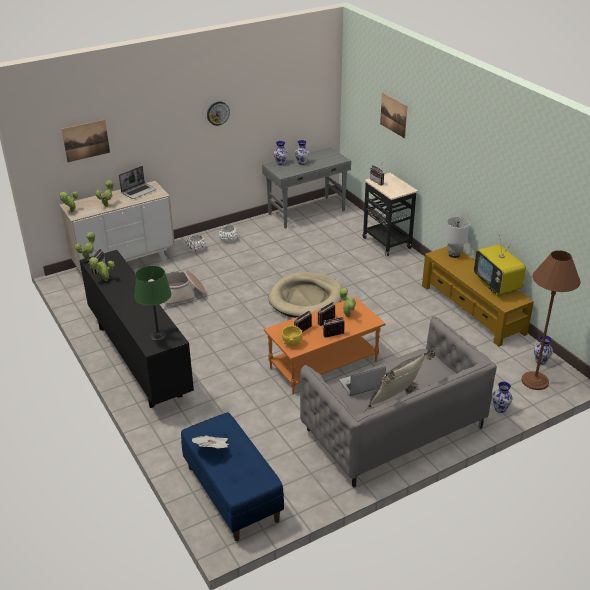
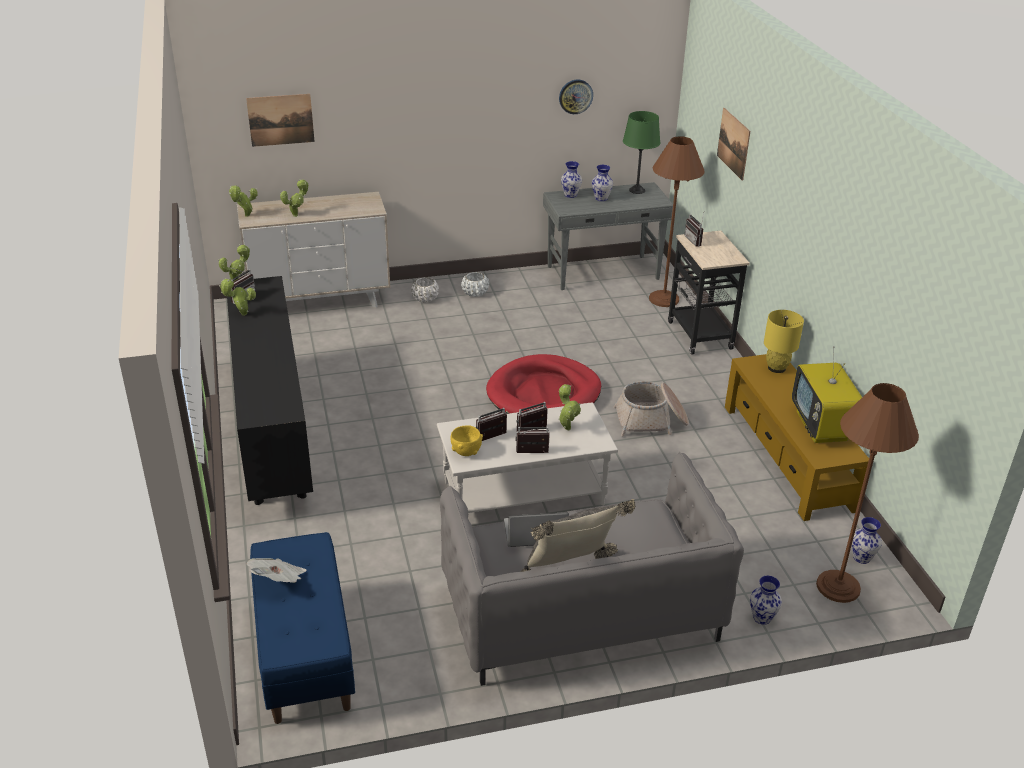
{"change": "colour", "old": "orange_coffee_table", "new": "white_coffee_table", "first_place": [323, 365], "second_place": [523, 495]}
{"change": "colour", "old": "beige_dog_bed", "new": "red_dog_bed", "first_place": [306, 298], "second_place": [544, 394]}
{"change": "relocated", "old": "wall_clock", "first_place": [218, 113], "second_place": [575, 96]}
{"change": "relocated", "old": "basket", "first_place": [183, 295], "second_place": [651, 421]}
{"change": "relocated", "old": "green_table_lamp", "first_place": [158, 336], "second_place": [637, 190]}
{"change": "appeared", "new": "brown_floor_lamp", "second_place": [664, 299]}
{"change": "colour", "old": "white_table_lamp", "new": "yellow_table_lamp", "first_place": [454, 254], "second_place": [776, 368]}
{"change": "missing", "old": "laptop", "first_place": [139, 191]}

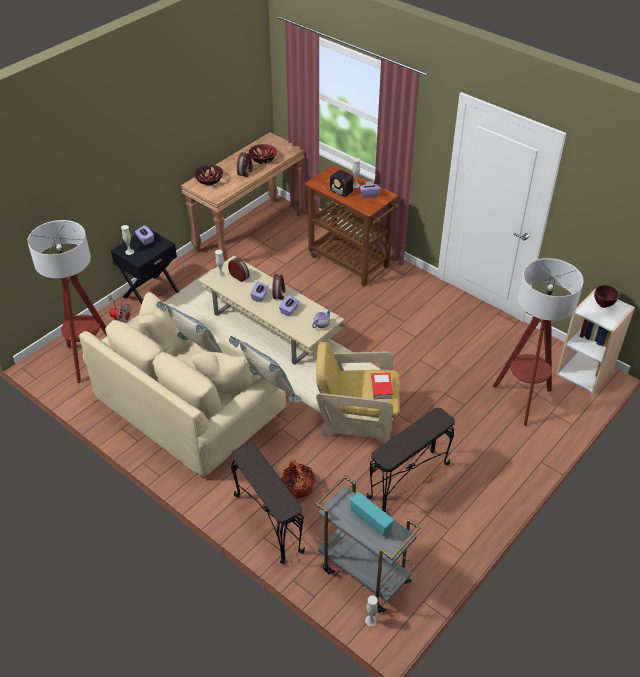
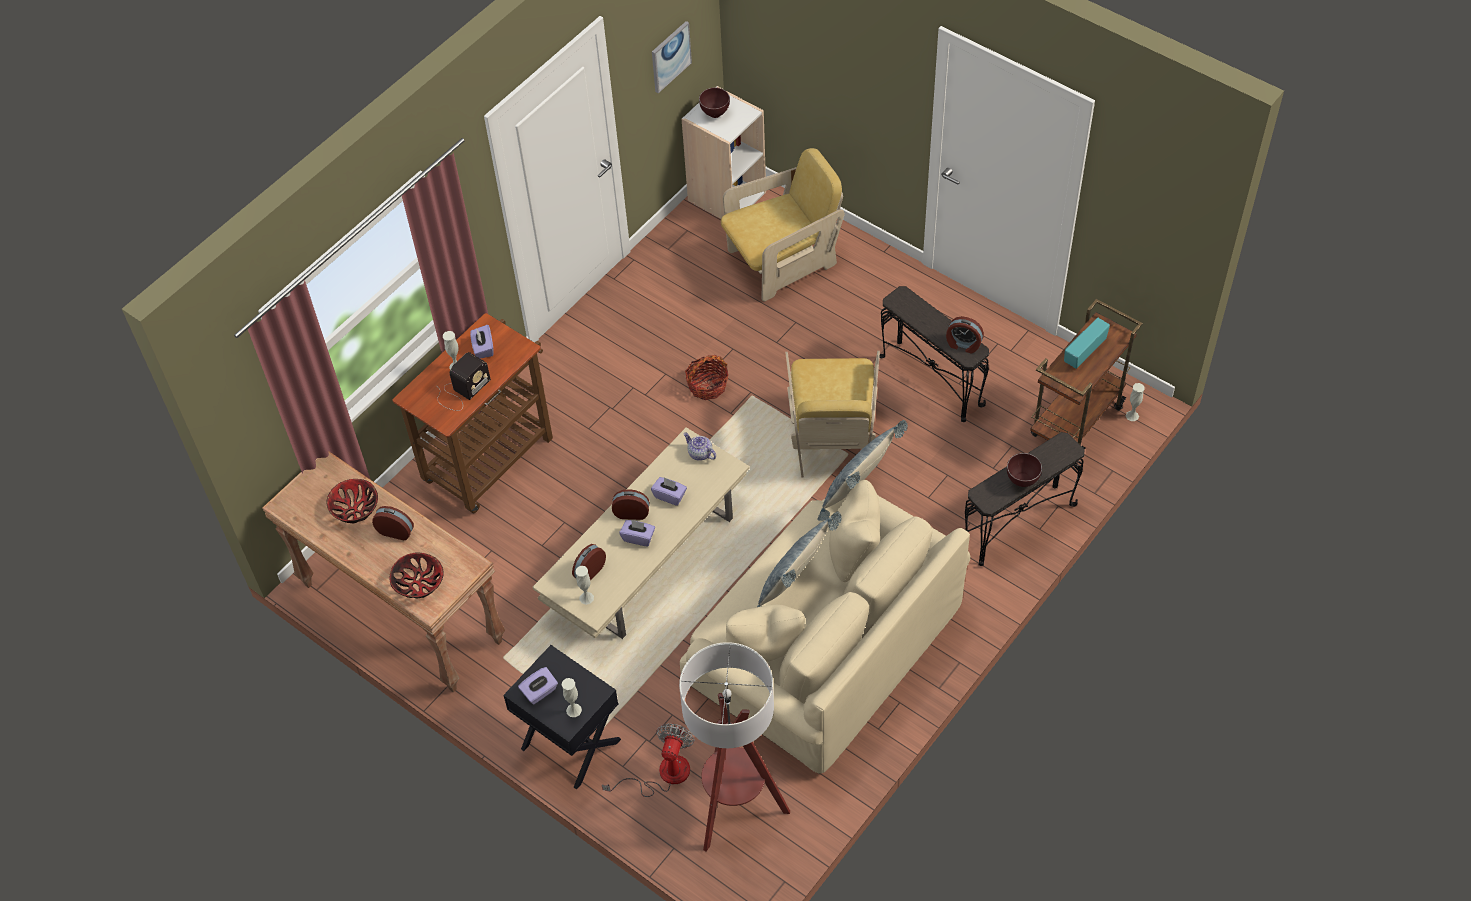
{"change": "appeared", "new": "picture", "second_place": [670, 56]}
{"change": "relocated", "old": "basket", "first_place": [298, 486], "second_place": [707, 386]}
{"change": "exchanged", "old": "floor_lamp", "new": "yellow_armchair", "first_place": [522, 400], "second_place": [782, 262]}
{"change": "appeared", "new": "alarm_clock", "second_place": [963, 344]}
{"change": "appeared", "new": "brown_bowl", "second_place": [1022, 480]}
{"change": "colour", "old": "grey_cart", "new": "brown_cart", "first_place": [363, 574], "second_place": [1074, 424]}
{"change": "missing", "old": "book", "first_place": [381, 388]}

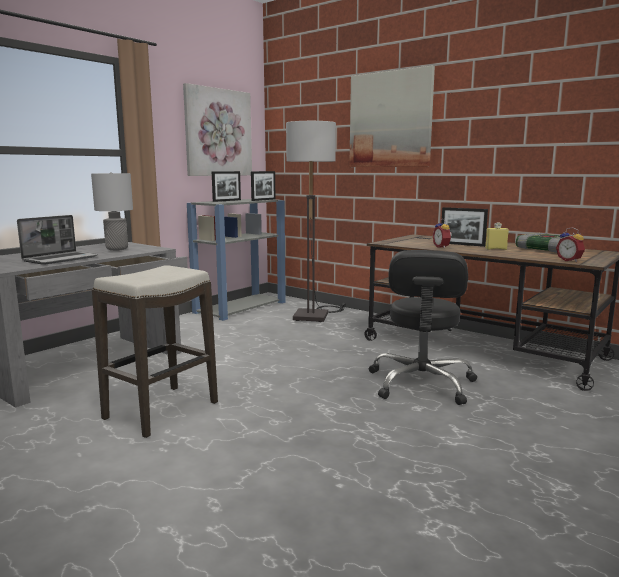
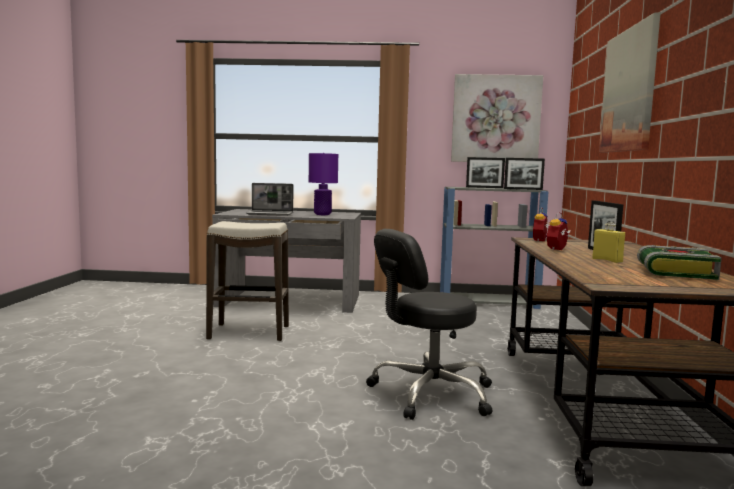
{"change": "colour", "old": "grey_table_lamp", "new": "purple_table_lamp", "first_place": [116, 250], "second_place": [322, 215]}
{"change": "relocated", "old": "alarm_clock", "first_place": [570, 260], "second_place": [541, 241]}
{"change": "missing", "old": "floor_lamp", "first_place": [317, 315]}

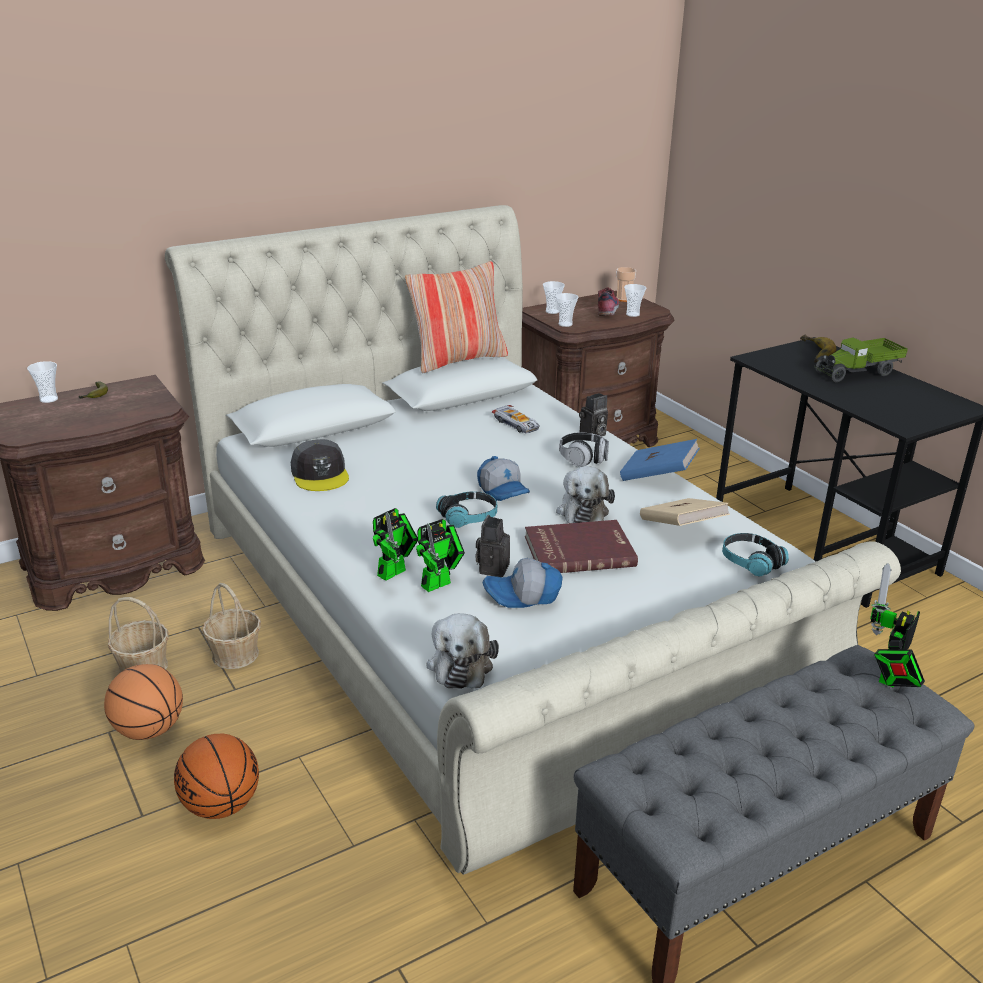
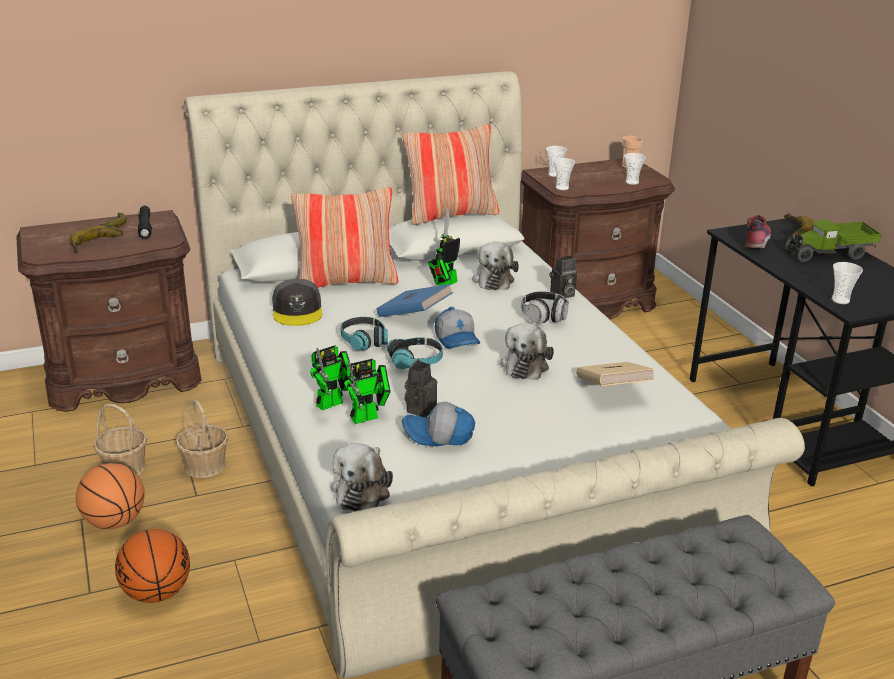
{"change": "appeared", "new": "banana", "second_place": [98, 243]}
{"change": "appeared", "new": "black_flashlight", "second_place": [145, 227]}
{"change": "appeared", "new": "pillow", "second_place": [346, 281]}
{"change": "relocated", "old": "headphones", "first_place": [751, 562], "second_place": [364, 341]}
{"change": "relocated", "old": "blue_book", "first_place": [658, 476], "second_place": [414, 316]}
{"change": "relocated", "old": "toy_robot", "first_place": [888, 679], "second_place": [444, 284]}
{"change": "exchanged", "old": "toy_car", "new": "plush_toy", "first_place": [516, 424], "second_place": [493, 279]}
{"change": "relocated", "old": "shoe", "first_place": [607, 310], "second_place": [757, 240]}
{"change": "relocated", "old": "cup", "first_place": [49, 399], "second_place": [840, 300]}
{"change": "missing", "old": "red_book", "first_place": [579, 550]}

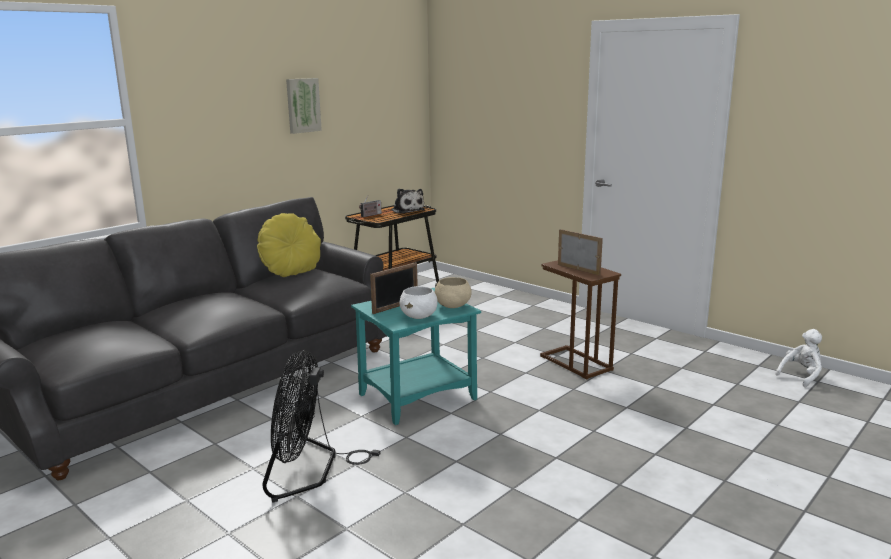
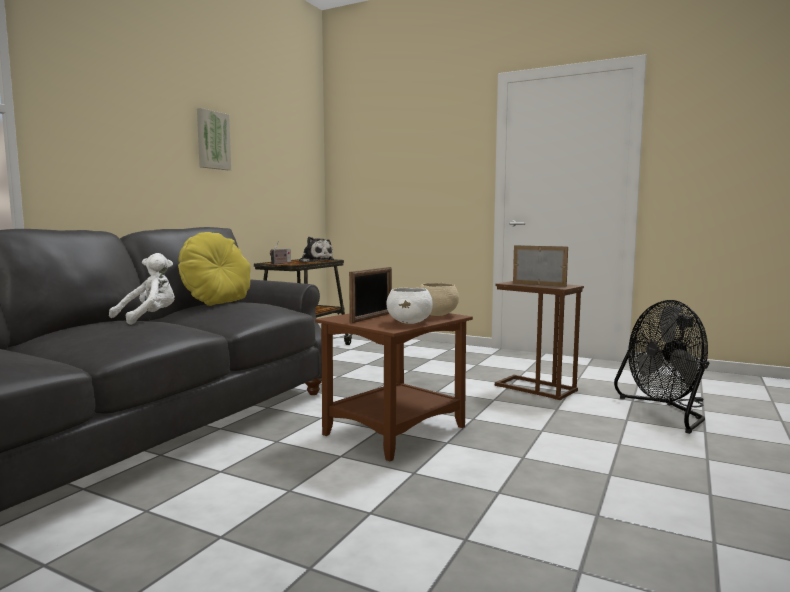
{"change": "relocated", "old": "white_plush_toy", "first_place": [801, 376], "second_place": [149, 318]}
{"change": "colour", "old": "turquoise_side_table", "new": "brown_side_table", "first_place": [416, 396], "second_place": [393, 430]}
{"change": "relocated", "old": "black_fan", "first_place": [313, 466], "second_place": [668, 411]}

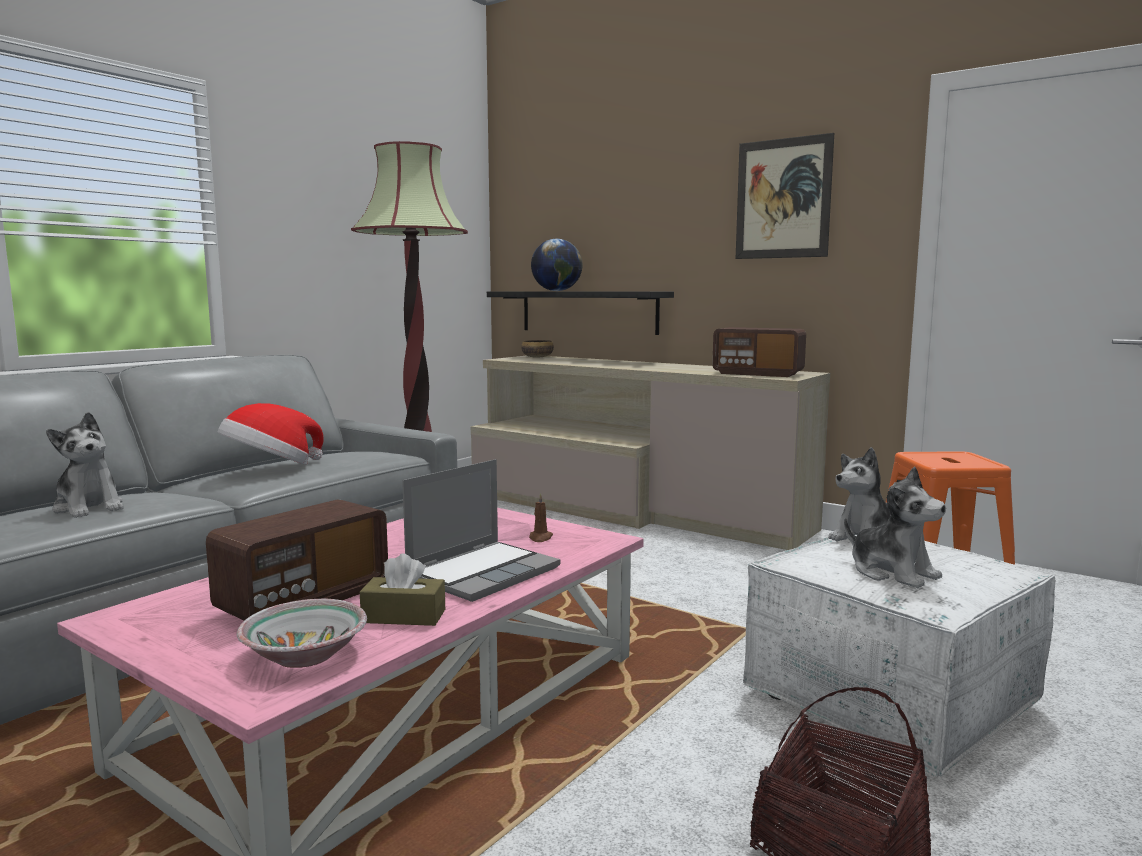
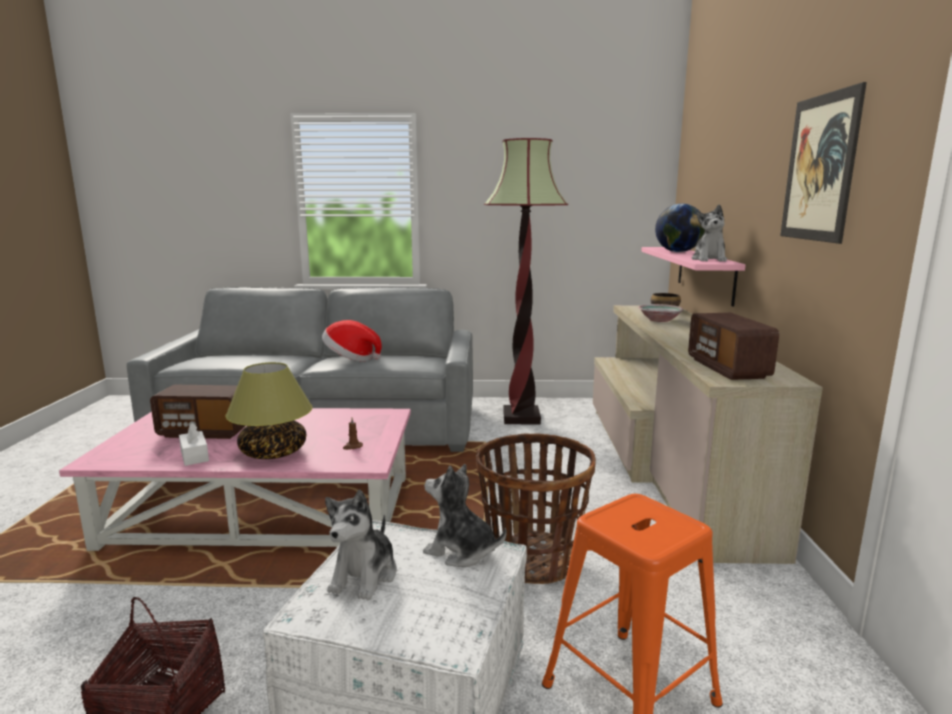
{"change": "colour", "old": "brown_tissue_box", "new": "white_tissue_box", "first_place": [404, 616], "second_place": [194, 456]}
{"change": "exchanged", "old": "laptop", "new": "table_lamp", "first_place": [483, 572], "second_place": [274, 452]}
{"change": "appeared", "new": "basket", "second_place": [532, 559]}
{"change": "relocated", "old": "bowl", "first_place": [306, 655], "second_place": [660, 320]}
{"change": "colour", "old": "black_shelf", "new": "pink_shelf", "first_place": [588, 312], "second_place": [705, 273]}
{"change": "relocated", "old": "plush_toy", "first_place": [89, 507], "second_place": [709, 259]}

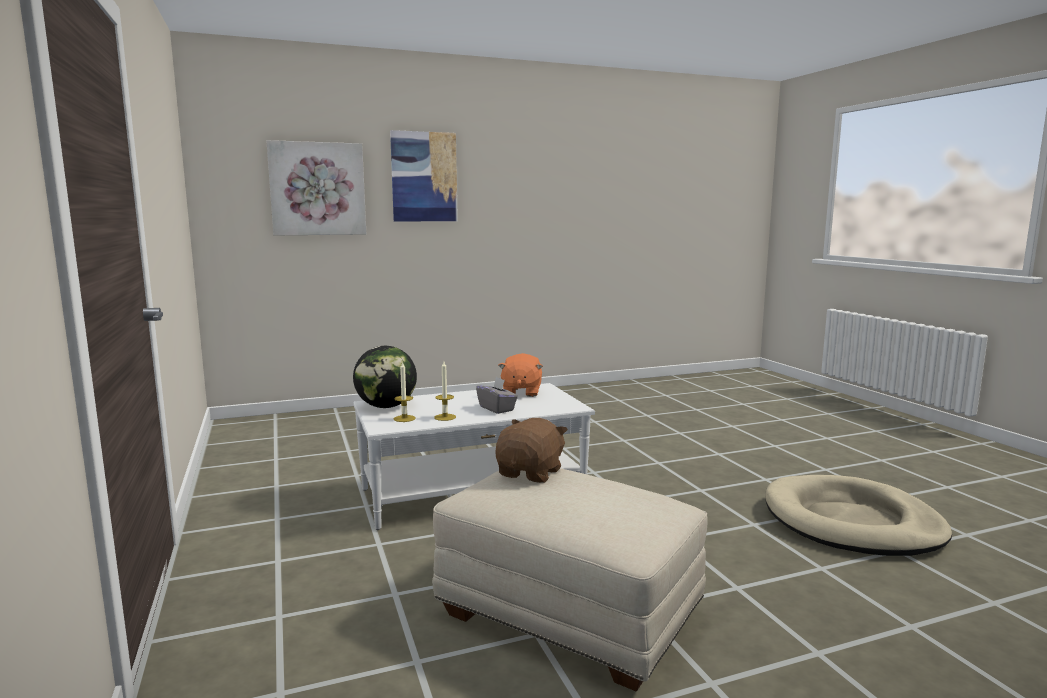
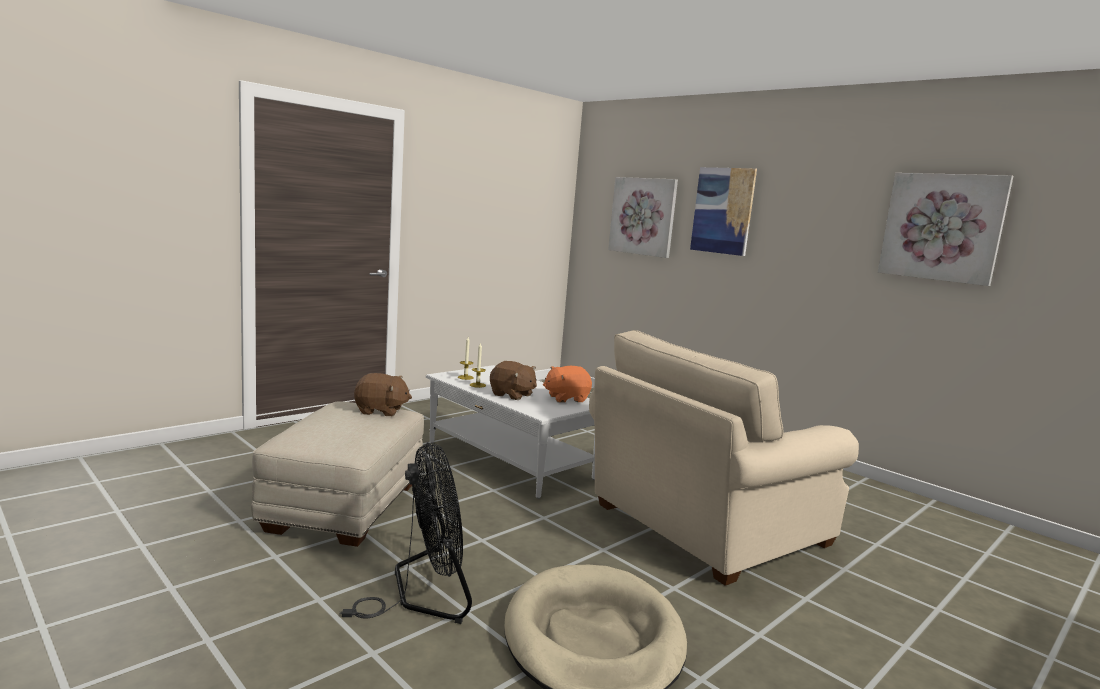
{"change": "appeared", "new": "black_fan", "second_place": [420, 589]}
{"change": "exchanged", "old": "grey_tissue_box", "new": "brown_plush_toy", "first_place": [497, 408], "second_place": [512, 395]}
{"change": "appeared", "new": "beige_armchair", "second_place": [705, 526]}
{"change": "appeared", "new": "picture", "second_place": [942, 227]}
{"change": "missing", "old": "globe", "first_place": [386, 406]}

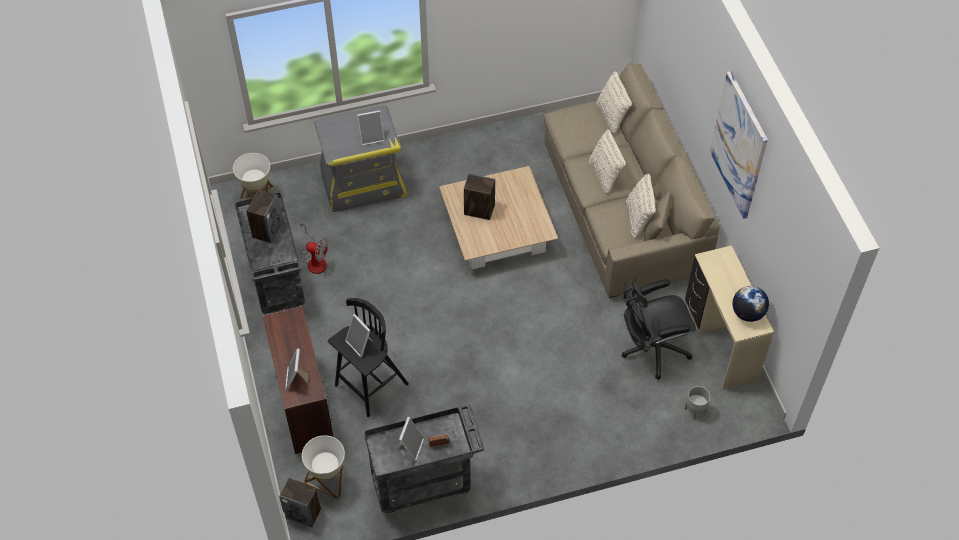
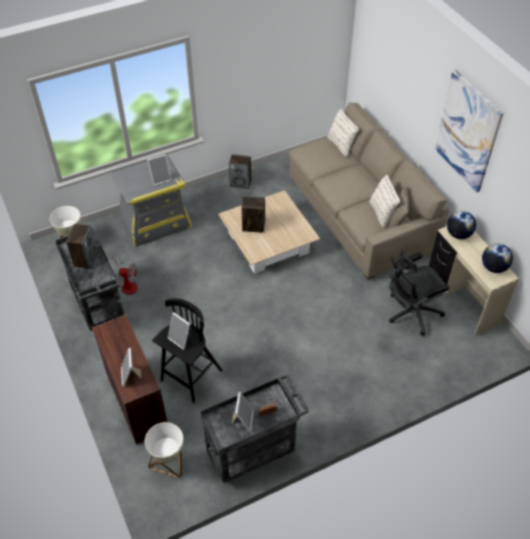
{"change": "relocated", "old": "speaker", "first_place": [303, 513], "second_place": [241, 183]}
{"change": "appeared", "new": "globe", "second_place": [458, 234]}
{"change": "missing", "old": "beige_pillow", "first_place": [605, 175]}
{"change": "missing", "old": "grey_planter", "first_place": [695, 410]}

